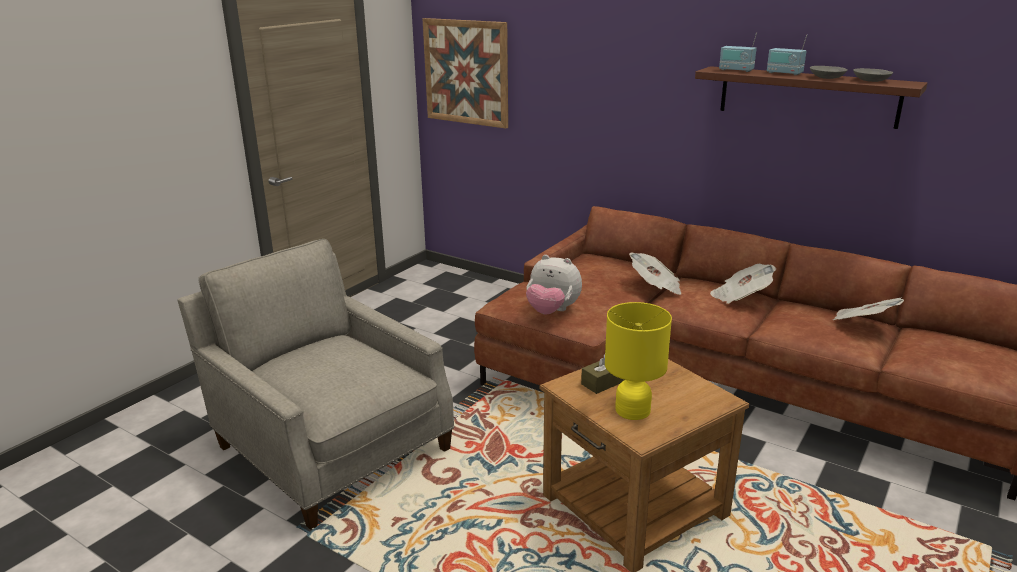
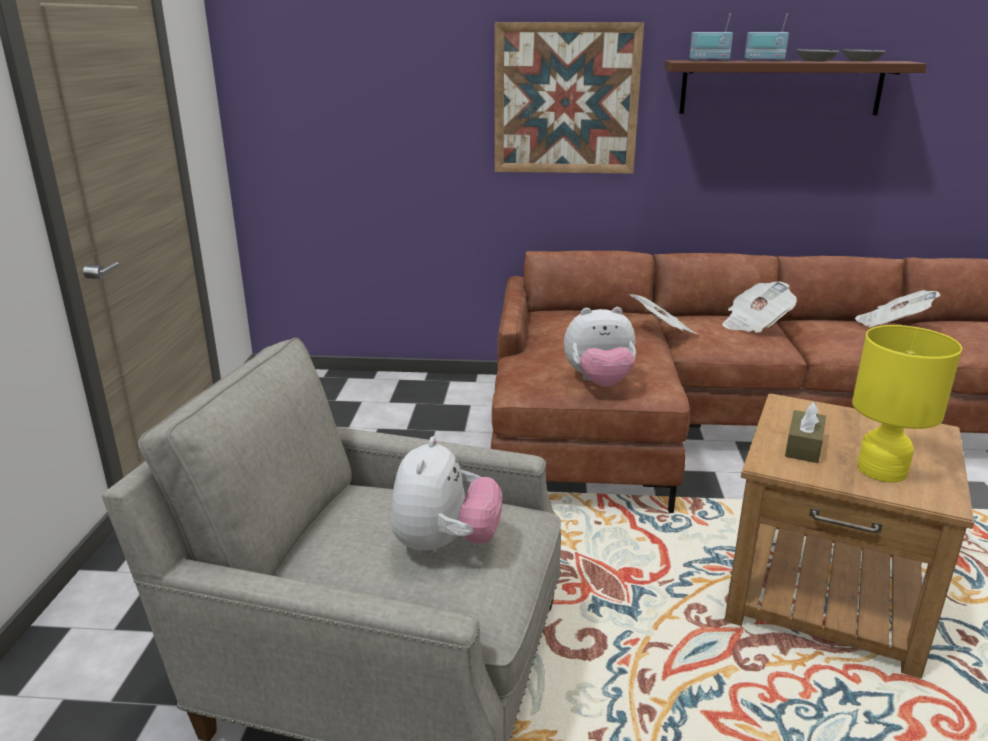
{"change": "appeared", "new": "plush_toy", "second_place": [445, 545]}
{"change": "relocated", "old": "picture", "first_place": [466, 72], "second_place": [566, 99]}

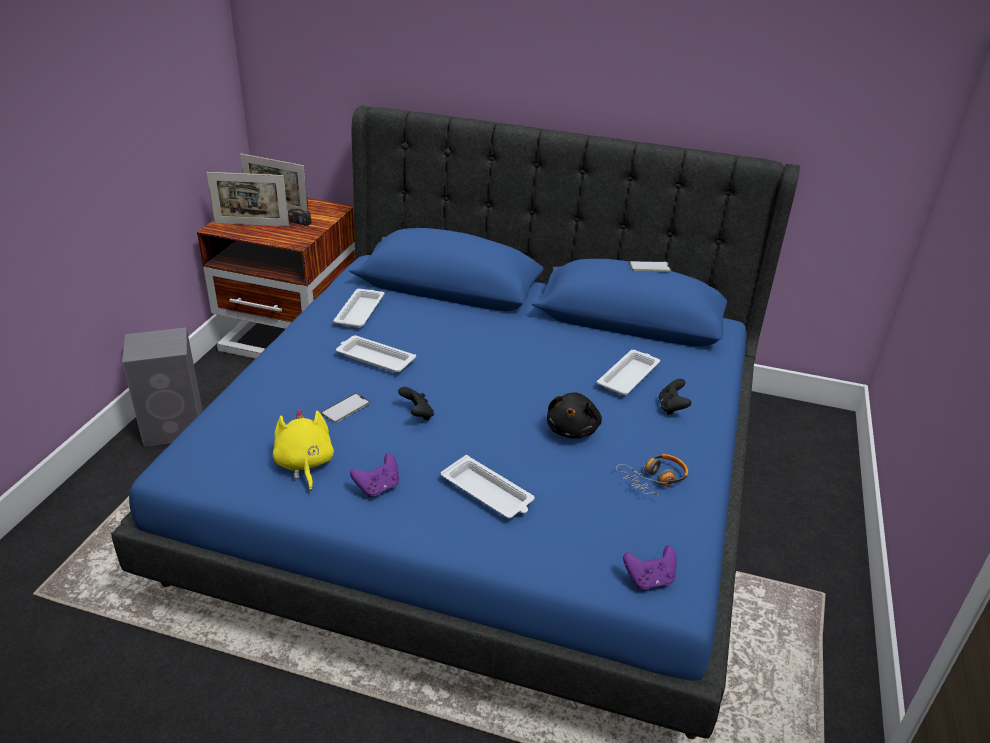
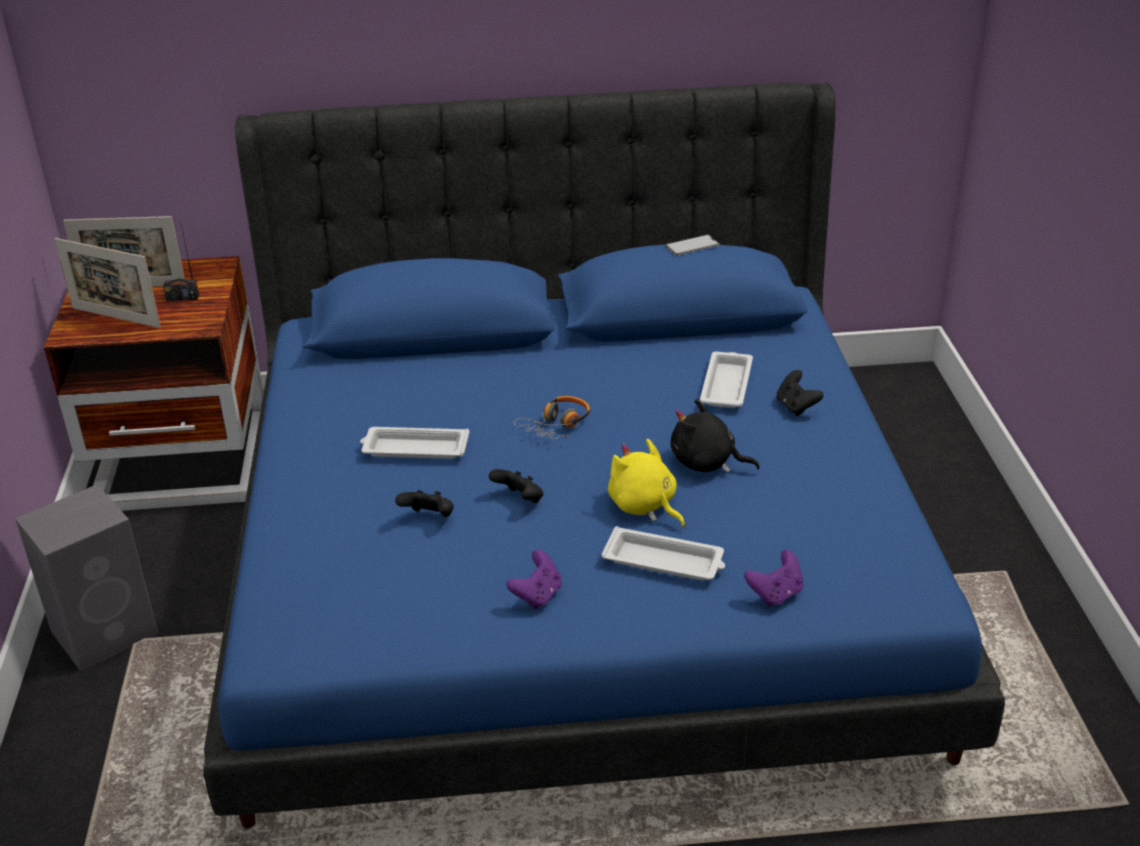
{"change": "spun", "old": "picture_frame", "first_place": [251, 224], "second_place": [116, 317], "degrees": 45}
{"change": "exchanged", "old": "phone", "new": "black_game_controller", "first_place": [345, 408], "second_place": [429, 518]}
{"change": "relocated", "old": "headphones", "first_place": [654, 480], "second_place": [557, 425]}
{"change": "relocated", "old": "yellow_plush_toy", "first_place": [304, 464], "second_place": [644, 506]}
{"change": "spun", "old": "black_plush_toy", "first_place": [573, 429], "second_place": [706, 463], "degrees": 120}
{"change": "relocated", "old": "purple_game_controller", "first_place": [649, 579], "second_place": [776, 594]}
{"change": "missing", "old": "white_tray", "first_place": [360, 311]}

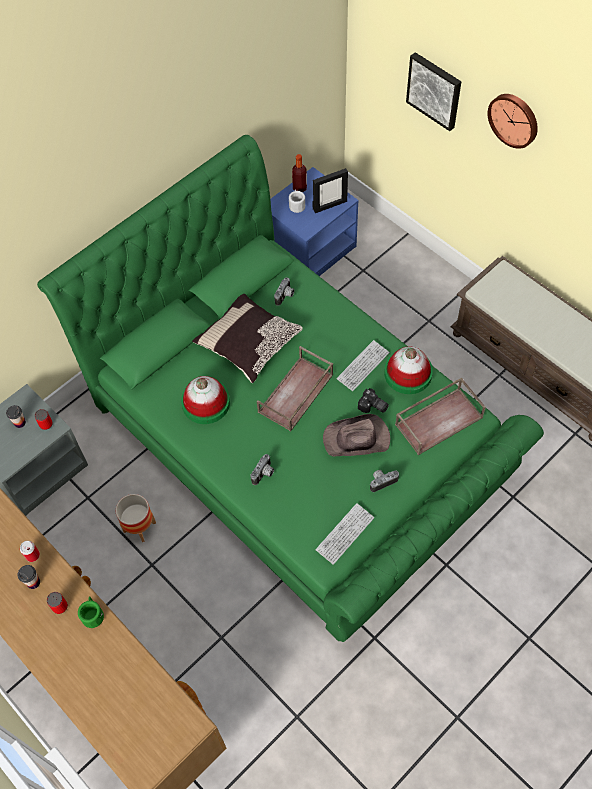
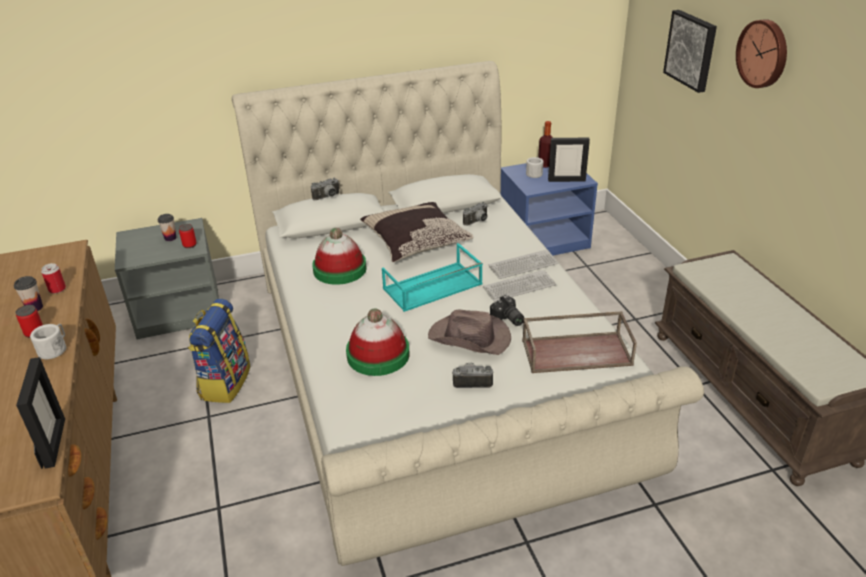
{"change": "appeared", "new": "picture_frame", "second_place": [53, 443]}
{"change": "colour", "old": "green_mug", "new": "white_mug", "first_place": [93, 614], "second_place": [54, 349]}
{"change": "exchanged", "old": "planter", "new": "backpack", "first_place": [139, 527], "second_place": [224, 382]}
{"change": "colour", "old": "green_bed", "new": "beige_bed", "first_place": [297, 434], "second_place": [434, 363]}
{"change": "relocated", "old": "photo_camera", "first_place": [264, 474], "second_place": [327, 197]}
{"change": "relocated", "old": "hat", "first_place": [408, 373], "second_place": [378, 355]}
{"change": "colour", "old": "brown_tray", "new": "turquoise_tray", "first_place": [296, 394], "second_place": [432, 287]}
{"change": "relocated", "old": "keyboard", "first_place": [345, 534], "second_place": [523, 265]}

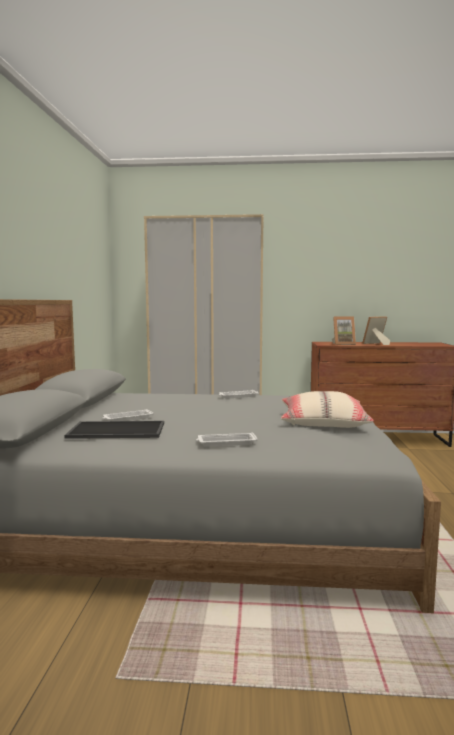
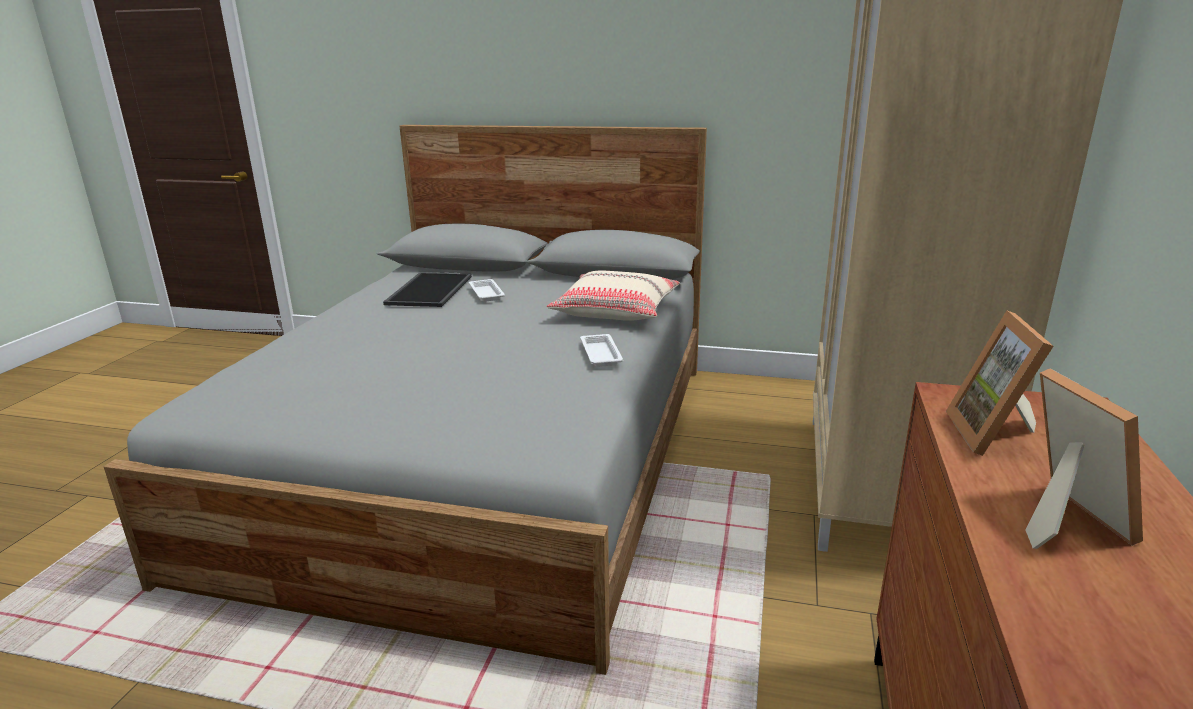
{"change": "relocated", "old": "beige_pillow", "first_place": [322, 422], "second_place": [616, 310]}
{"change": "missing", "old": "white_tray", "first_place": [226, 443]}

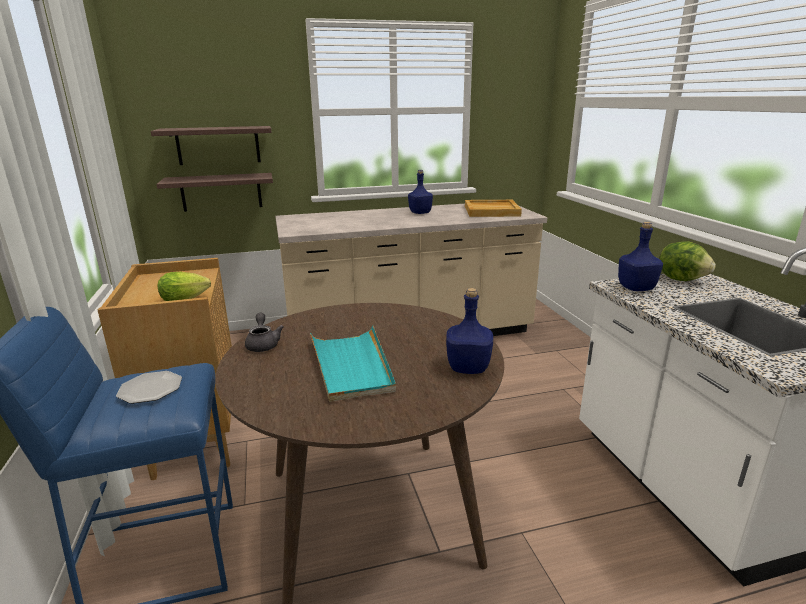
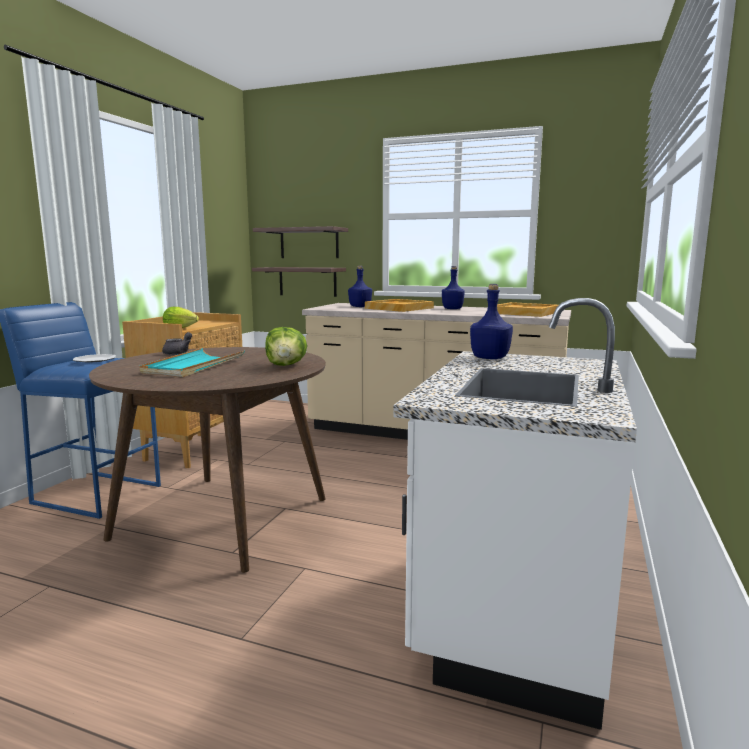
{"change": "relocated", "old": "lettuce", "first_place": [681, 279], "second_place": [286, 365]}
{"change": "relocated", "old": "blue_bottle", "first_place": [467, 368], "second_place": [359, 307]}
{"change": "appeared", "new": "beige_tray", "second_place": [399, 308]}

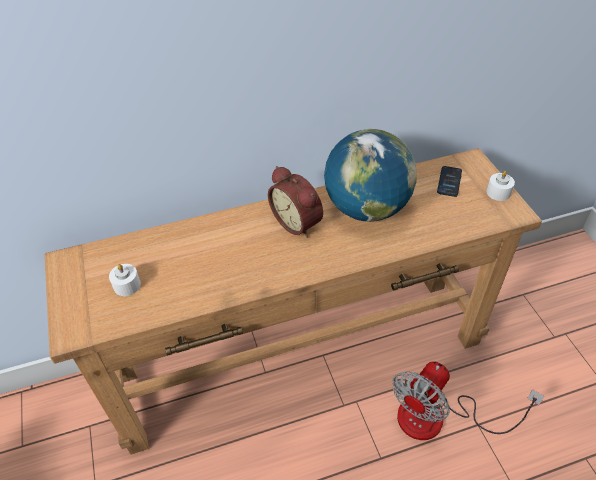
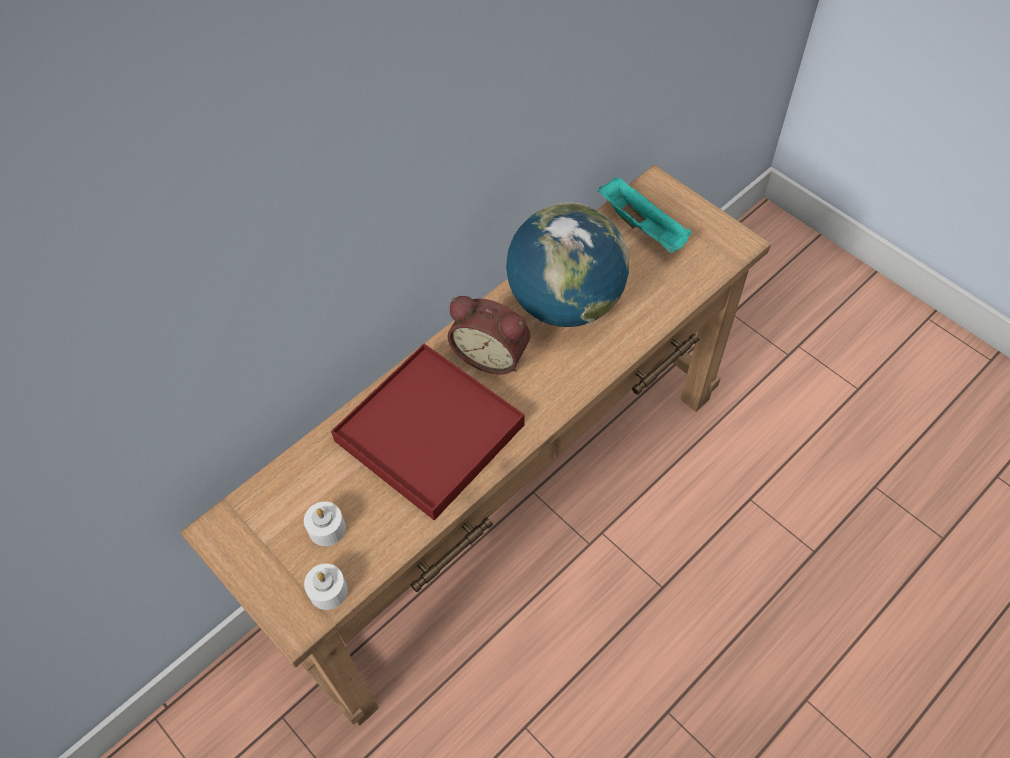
{"change": "relocated", "old": "white_candle", "first_place": [498, 192], "second_place": [328, 591]}
{"change": "appeared", "new": "red_tray", "second_place": [429, 432]}
{"change": "exchanged", "old": "phone", "new": "turquoise_tray", "first_place": [449, 182], "second_place": [643, 227]}
{"change": "missing", "old": "fan", "first_place": [438, 418]}

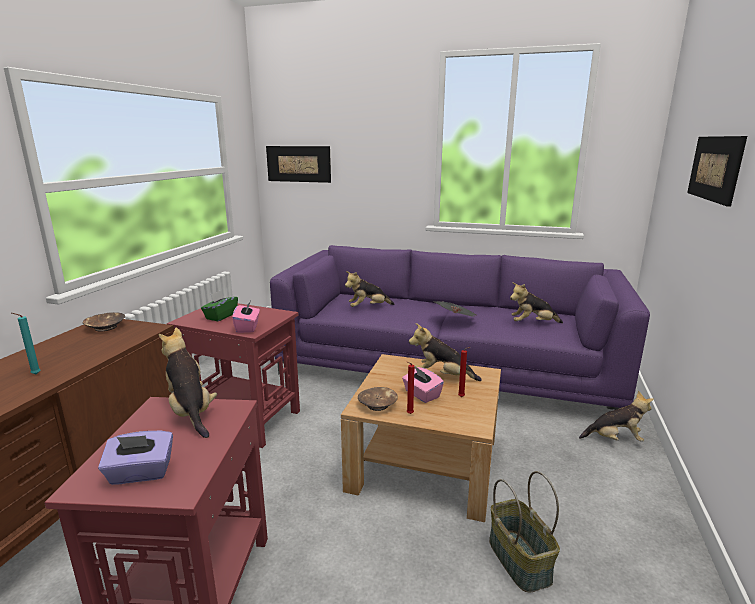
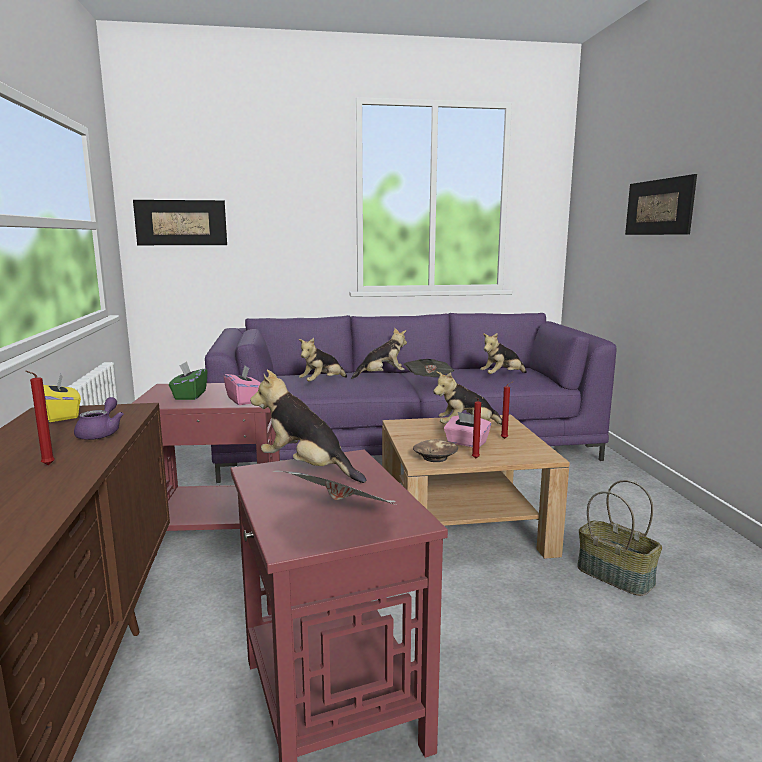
{"change": "colour", "old": "turquoise_candle", "new": "red_candle", "first_place": [34, 375], "second_place": [46, 466]}
{"change": "exchanged", "old": "brown_bowl", "new": "yellow_tissue_box", "first_place": [105, 327], "second_place": [61, 415]}
{"change": "appeared", "new": "purple_teapot", "second_place": [101, 433]}
{"change": "exchanged", "old": "purple_tissue_box", "new": "newspaper", "first_place": [141, 473], "second_place": [342, 519]}
{"change": "relocated", "old": "plush_toy", "first_place": [615, 439], "second_place": [382, 376]}

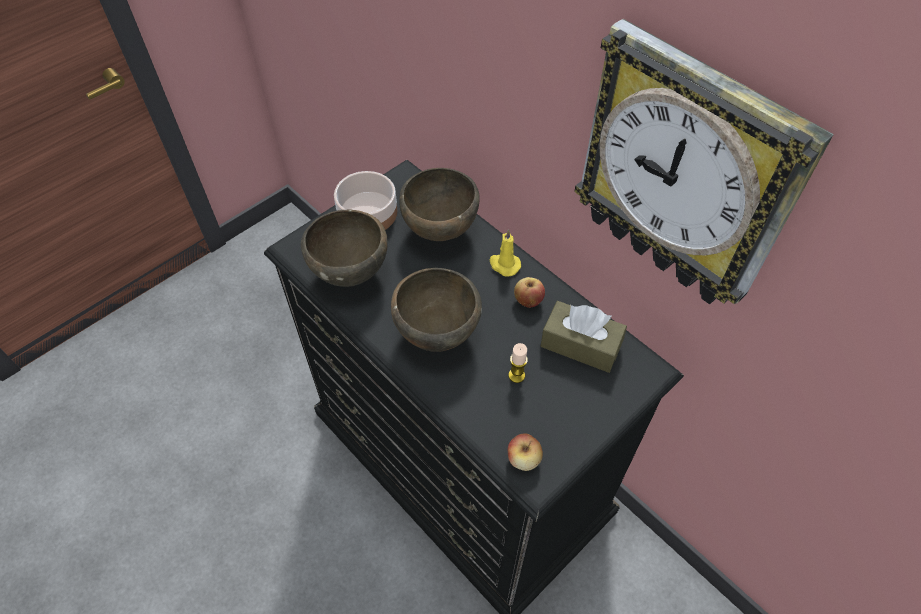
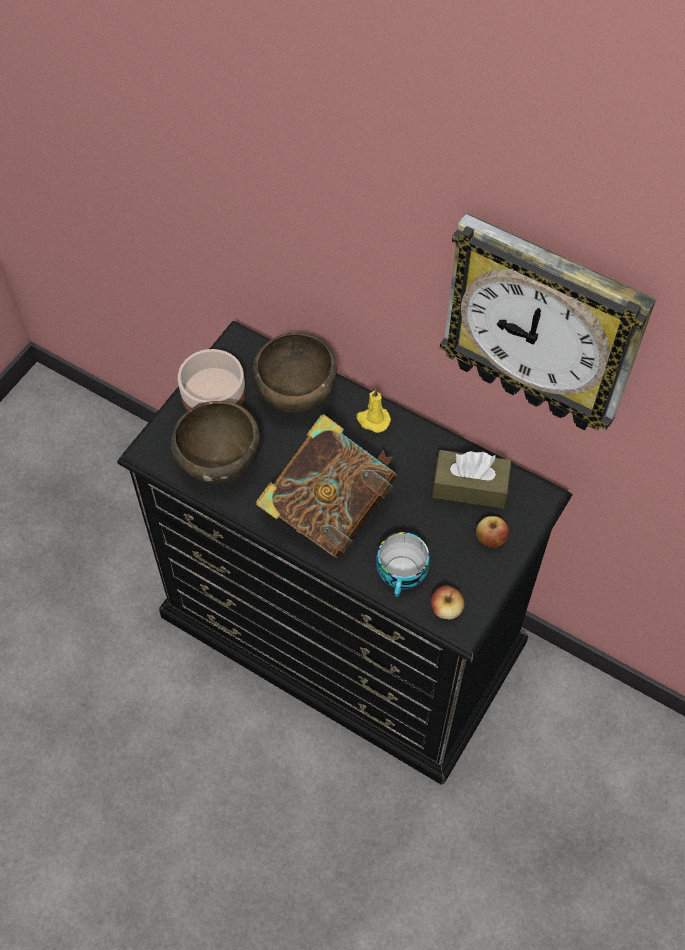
{"change": "exchanged", "old": "brown_bowl", "new": "book", "first_place": [436, 334], "second_place": [327, 508]}
{"change": "appeared", "new": "cup", "second_place": [402, 576]}
{"change": "relocated", "old": "apple", "first_place": [528, 300], "second_place": [490, 539]}
{"change": "missing", "old": "candle", "first_place": [516, 375]}

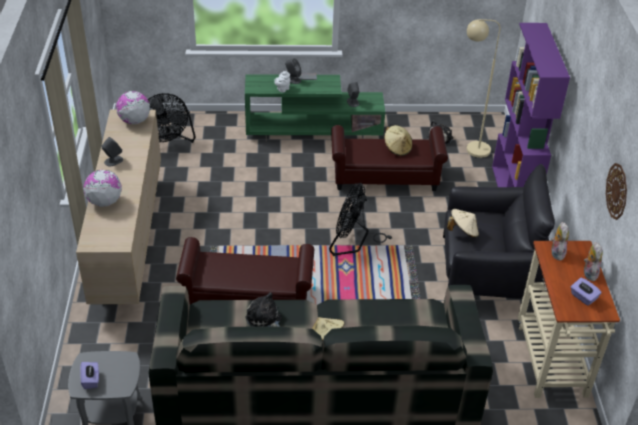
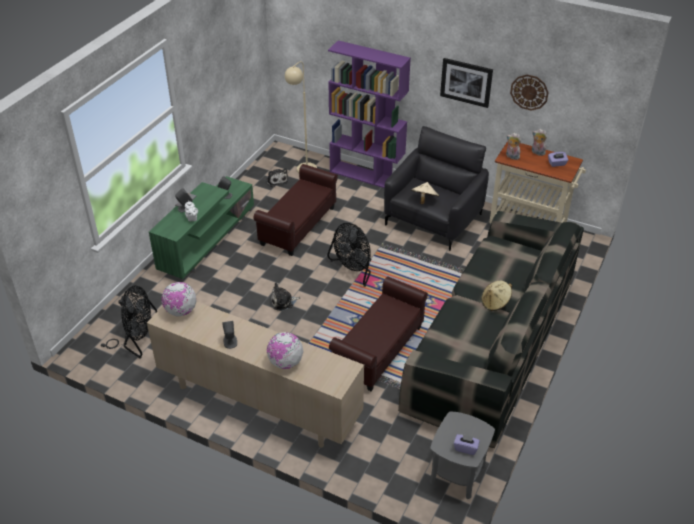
{"change": "relocated", "old": "plush_toy", "first_place": [265, 320], "second_place": [283, 302]}
{"change": "appeared", "new": "picture", "second_place": [466, 82]}
{"change": "missing", "old": "beige_hat", "first_place": [397, 148]}

